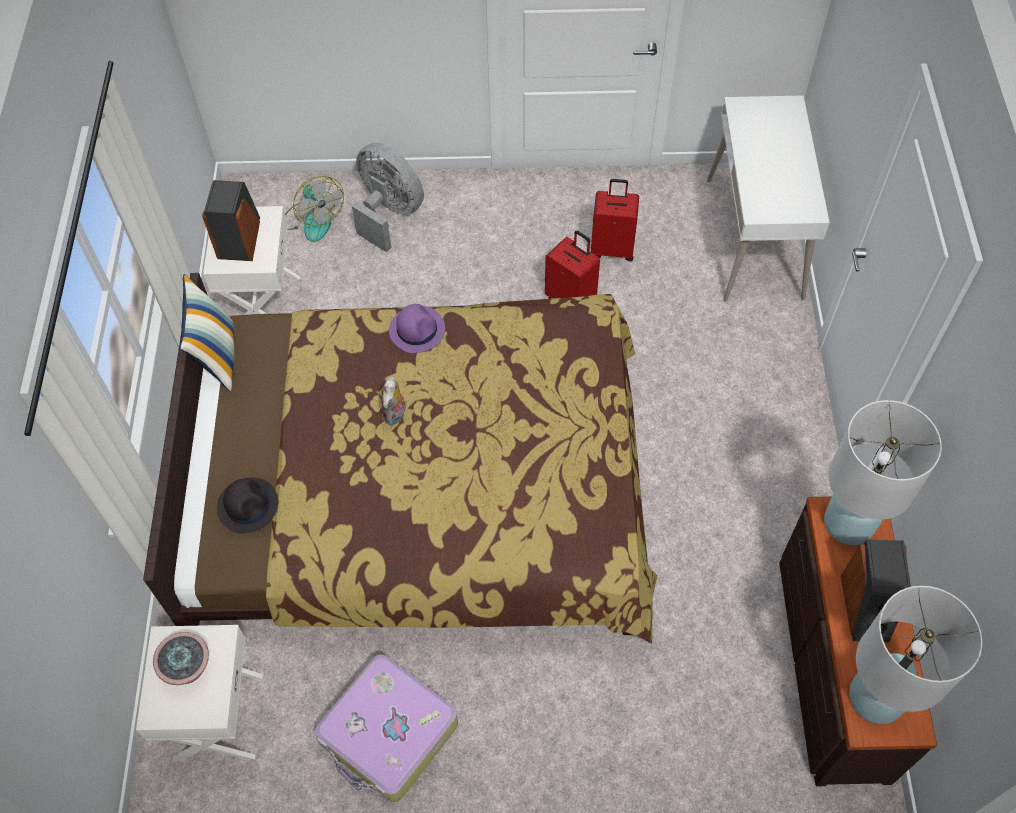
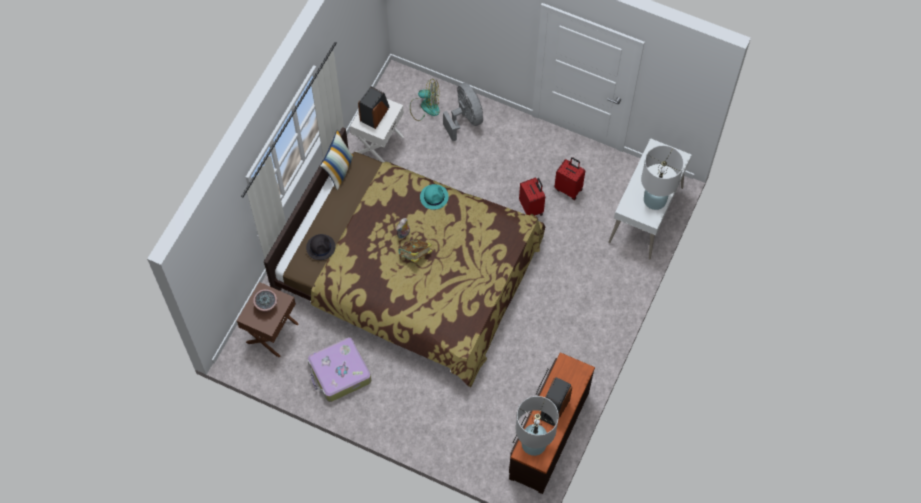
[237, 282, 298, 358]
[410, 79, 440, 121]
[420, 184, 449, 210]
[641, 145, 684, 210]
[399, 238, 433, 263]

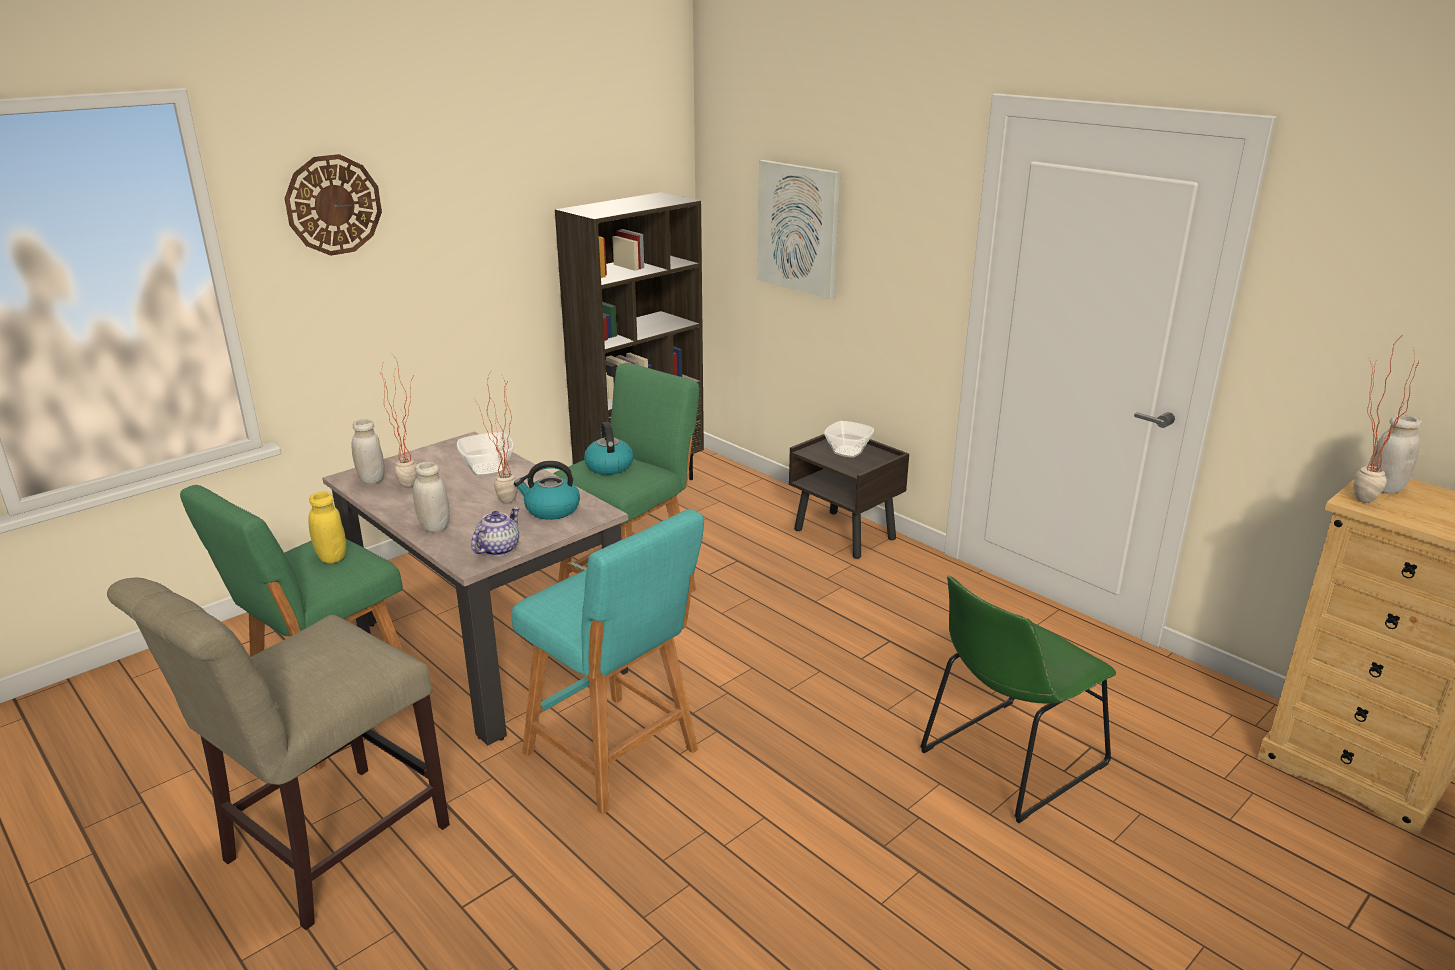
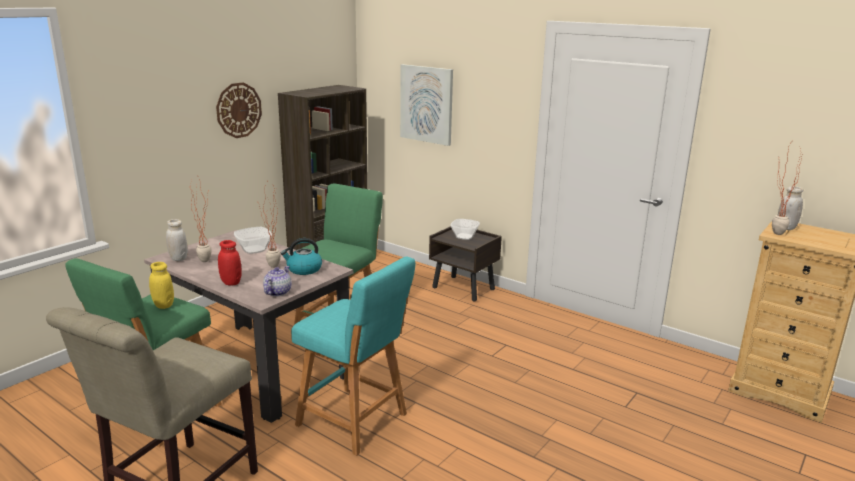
[216, 82, 262, 138]
[218, 240, 242, 286]
[584, 422, 633, 475] (first image)
[920, 576, 1116, 823] (first image)

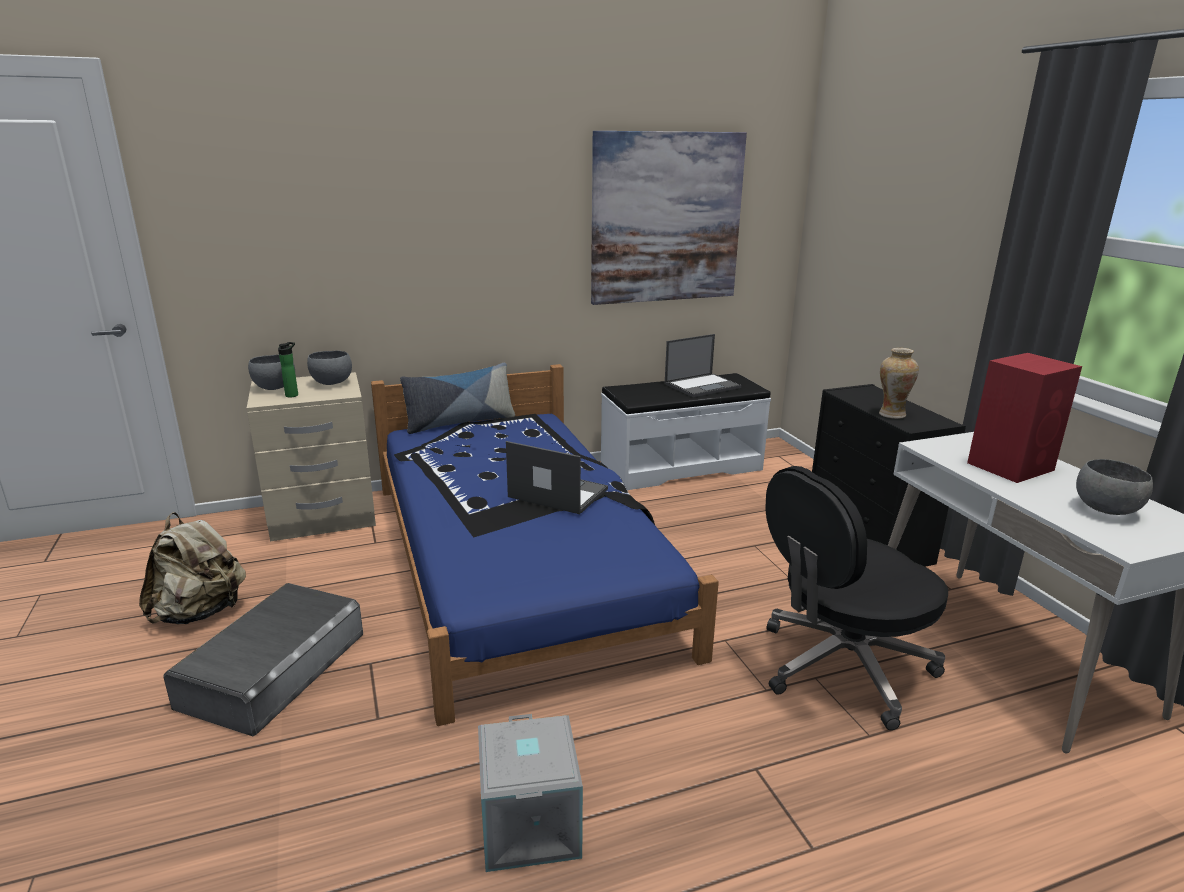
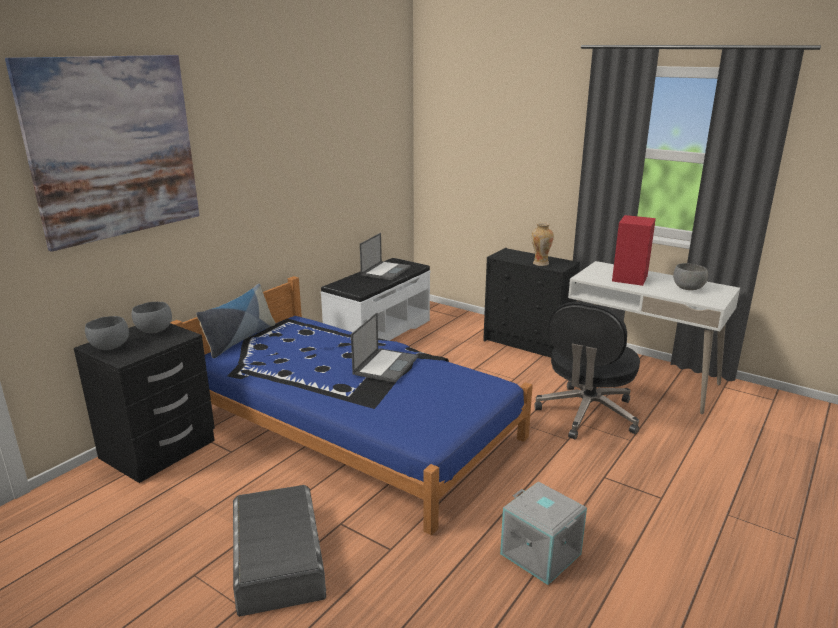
[139, 512, 246, 624] (first image)
[74, 323, 215, 483]
[278, 342, 298, 397] (first image)
[351, 312, 418, 383]
[5, 55, 199, 252]

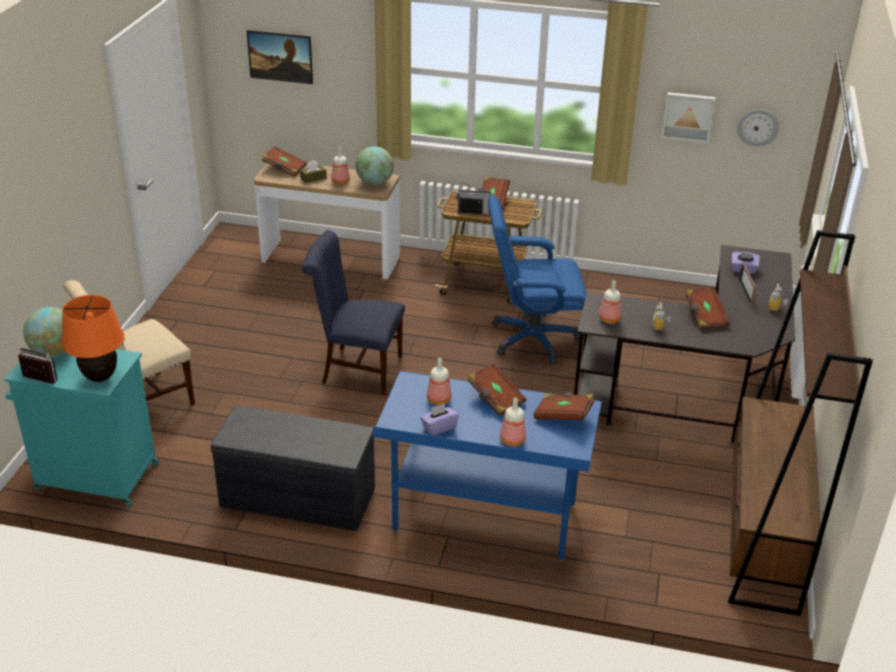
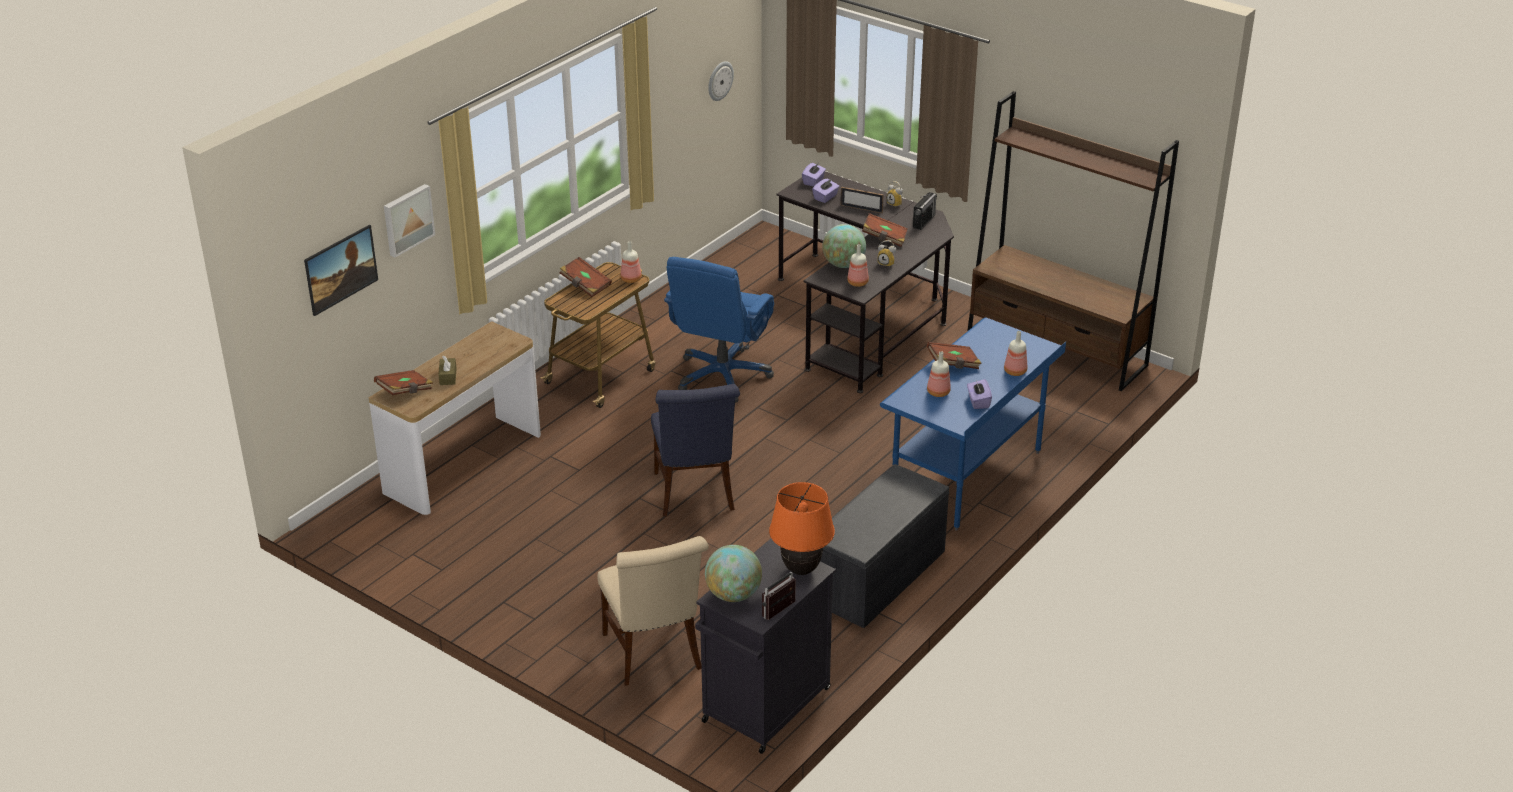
[695, 539, 836, 754]
[651, 384, 740, 516]
[621, 241, 642, 283]
[822, 224, 866, 268]
[913, 192, 937, 230]
[533, 392, 595, 420] (first image)
[384, 184, 435, 257]
[802, 163, 826, 187]

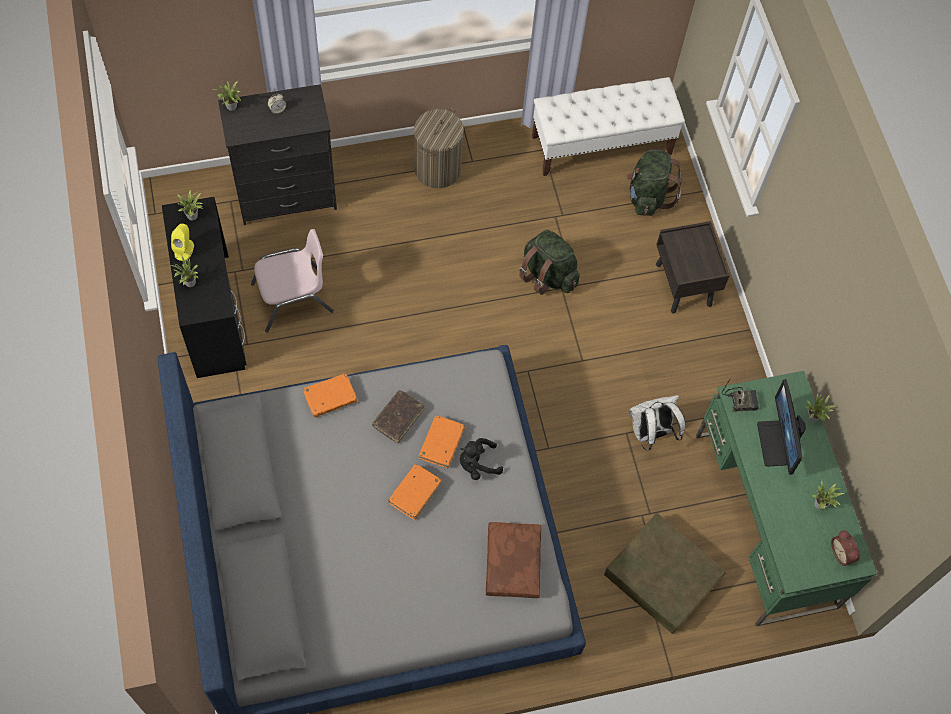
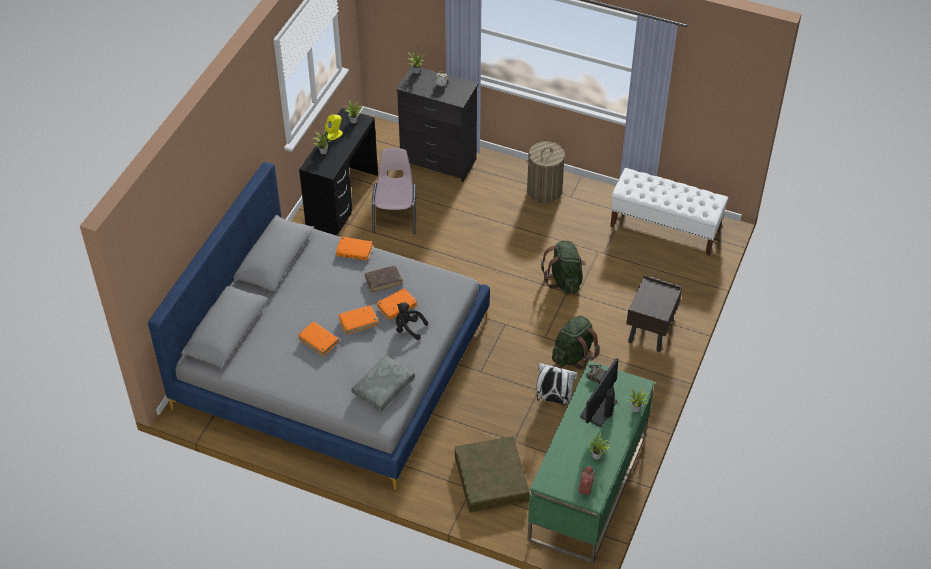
[372, 148, 416, 234]
[351, 355, 415, 411]
[552, 315, 600, 370]
[298, 322, 339, 356]

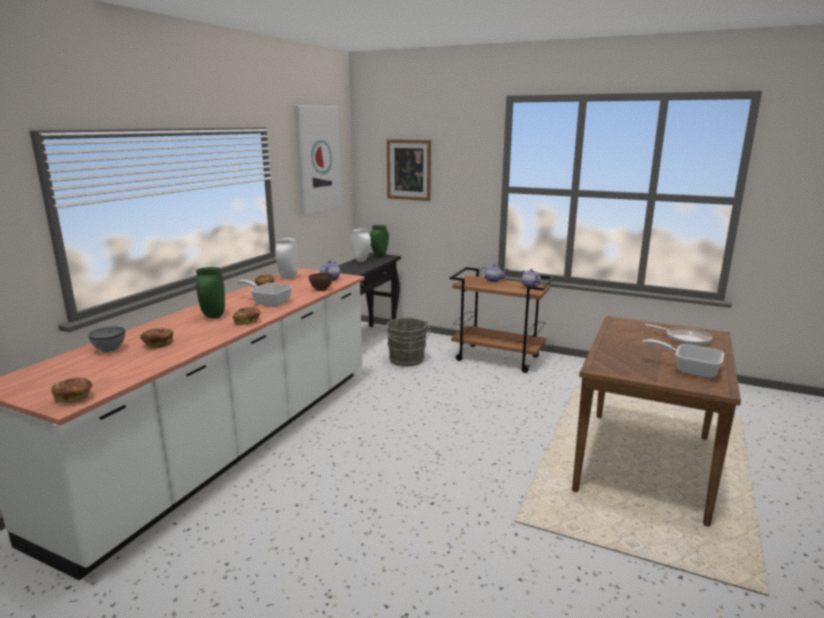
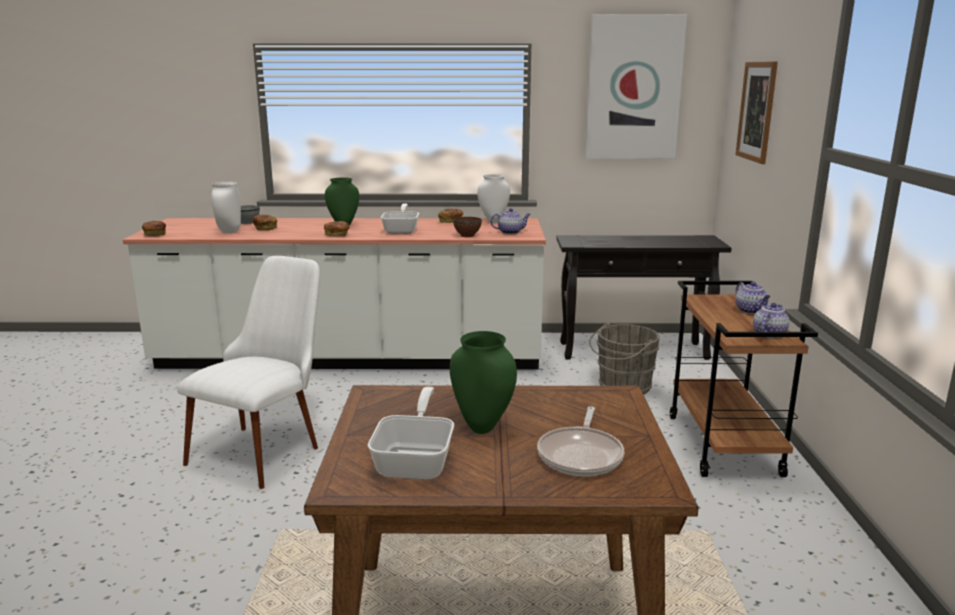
[211, 182, 241, 234]
[450, 331, 517, 434]
[177, 256, 320, 489]

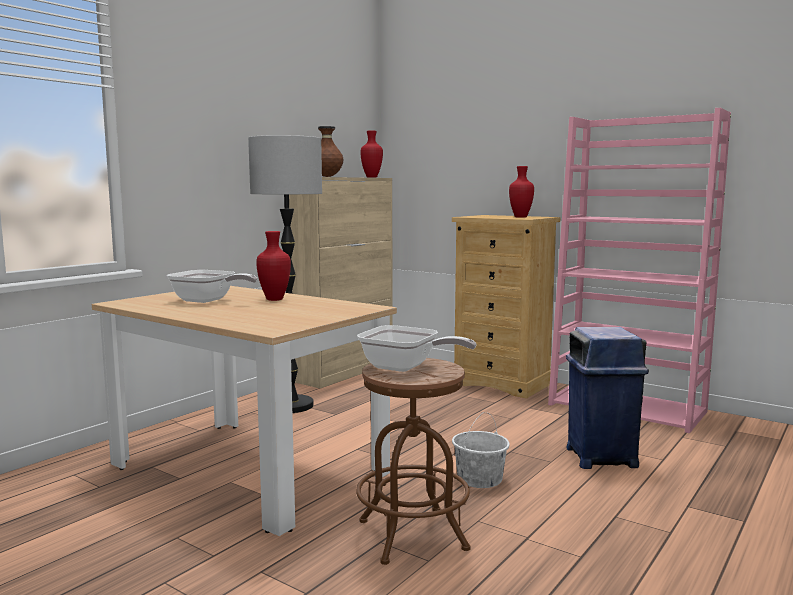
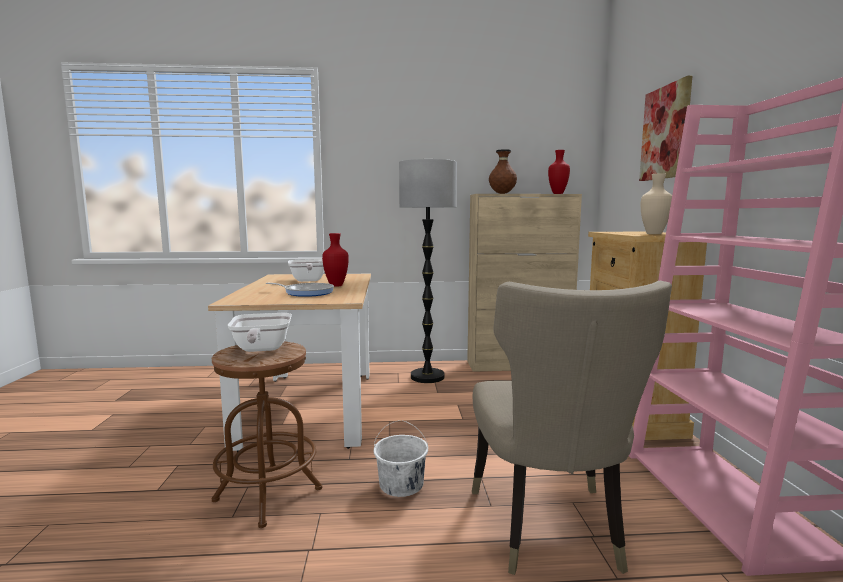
[641, 173, 672, 234]
[472, 281, 672, 575]
[265, 283, 334, 297]
[639, 76, 692, 181]

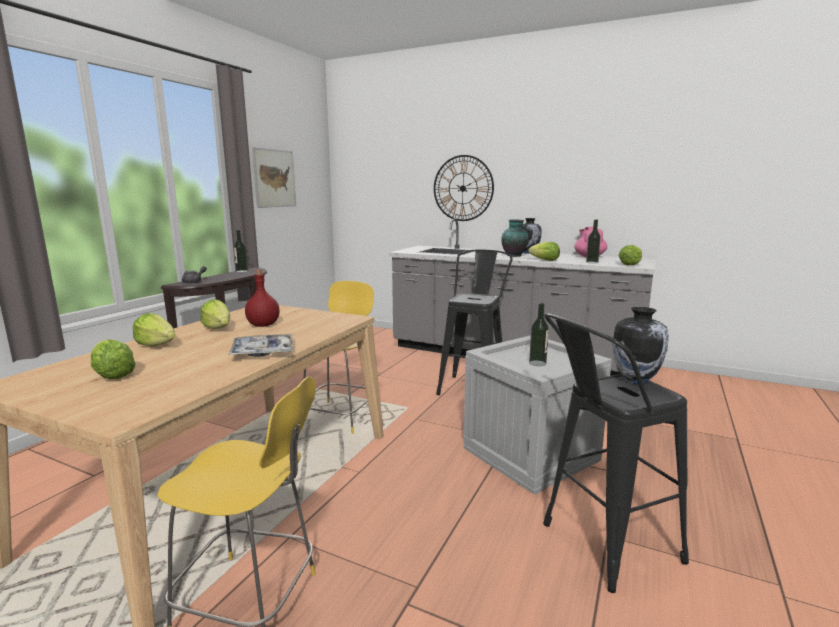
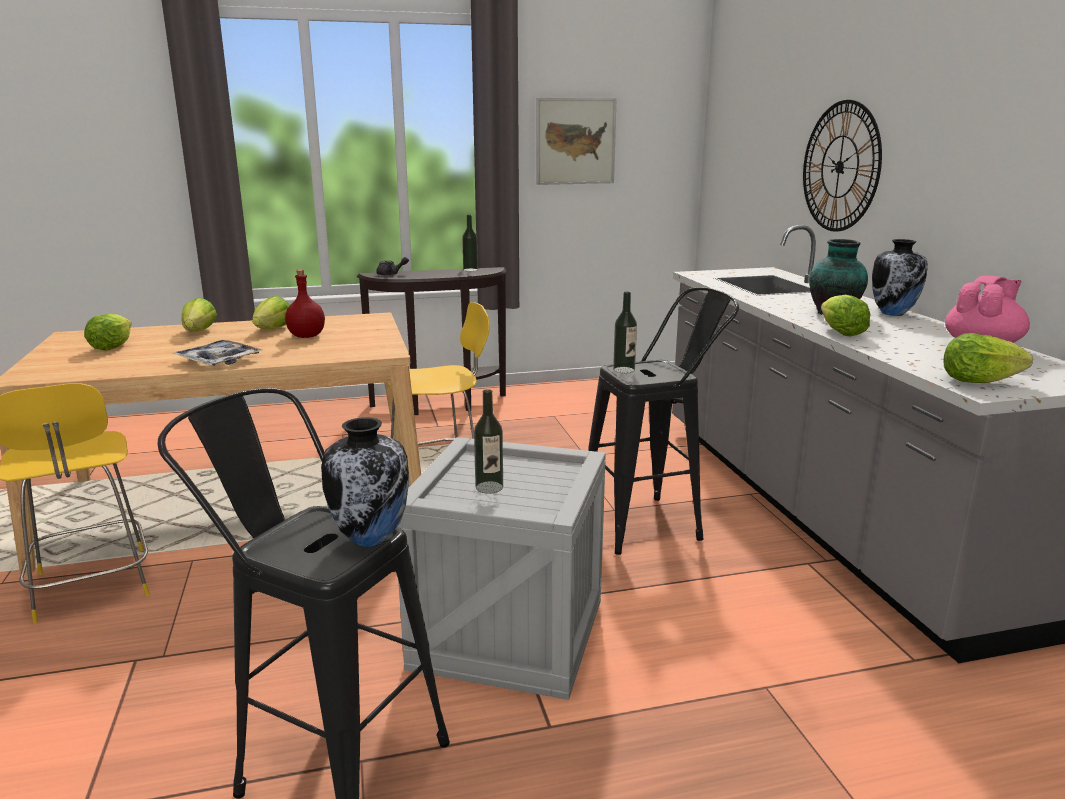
[613, 292, 637, 373]

